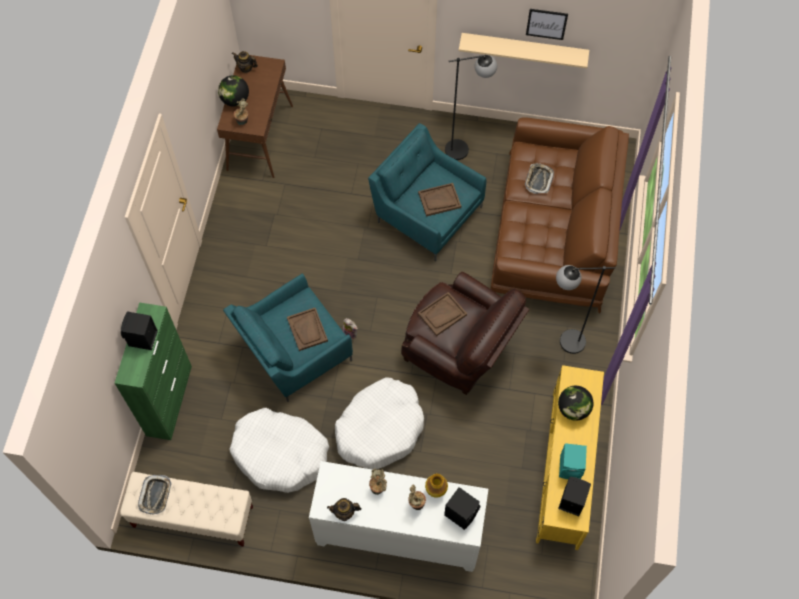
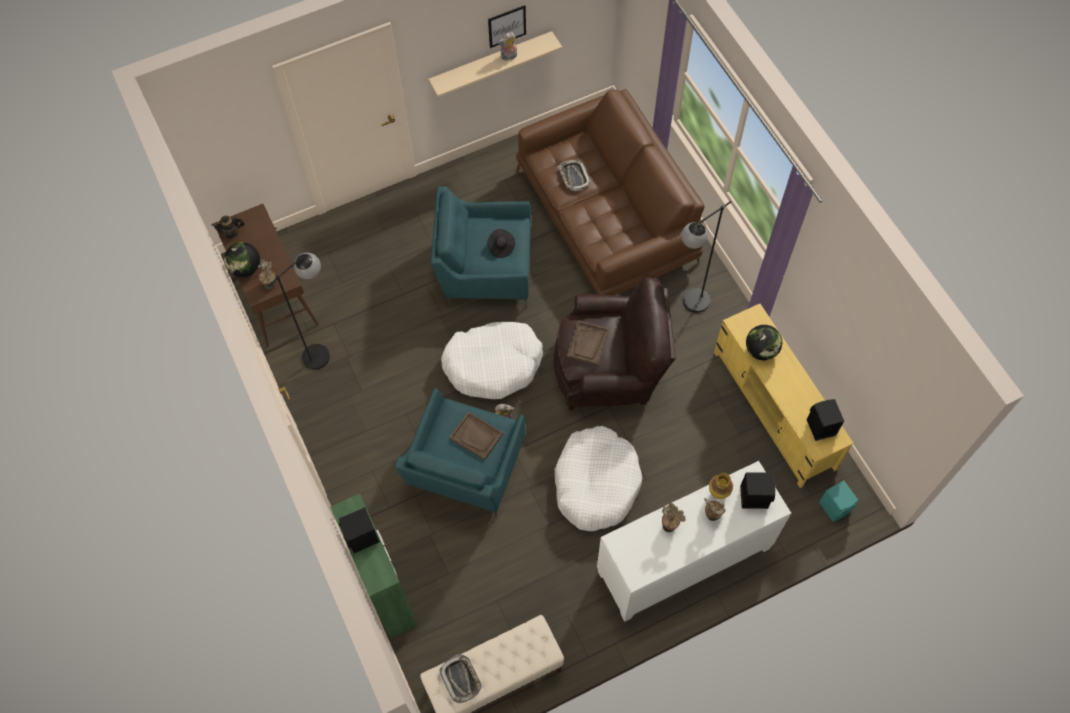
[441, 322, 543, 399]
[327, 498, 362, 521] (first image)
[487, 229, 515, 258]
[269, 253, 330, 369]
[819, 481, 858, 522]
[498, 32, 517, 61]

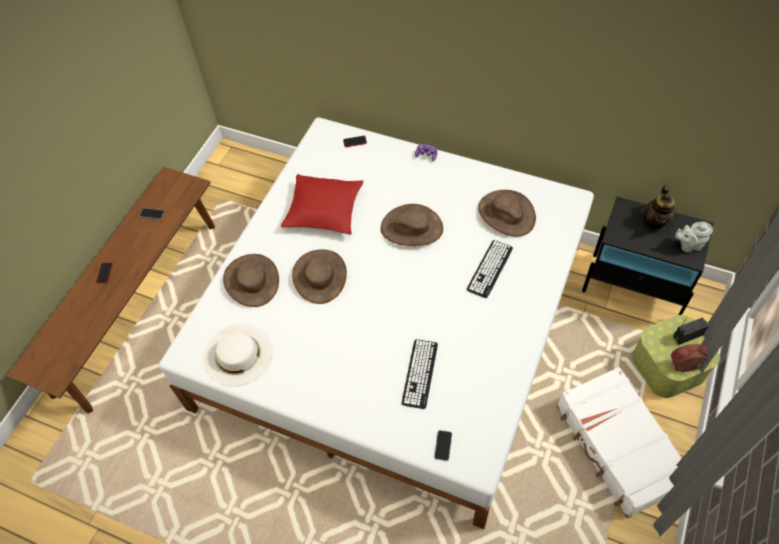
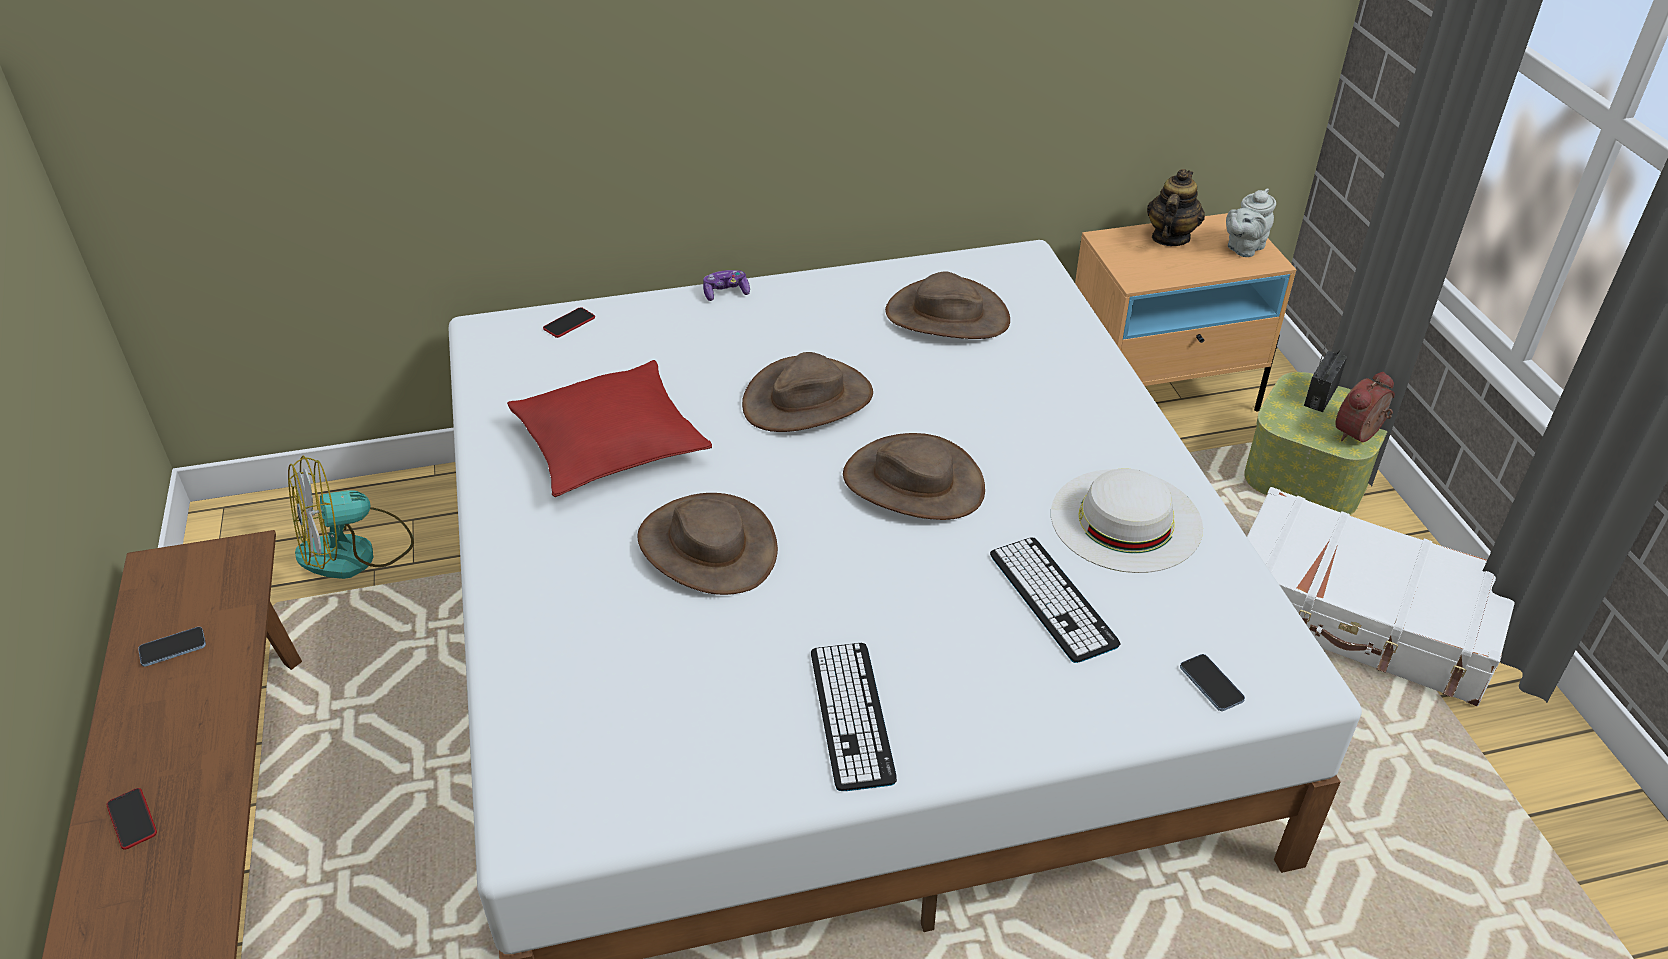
[1051, 469, 1203, 573]
[843, 433, 985, 520]
[811, 643, 897, 791]
[1075, 213, 1296, 412]
[1147, 169, 1205, 246]
[288, 456, 414, 579]

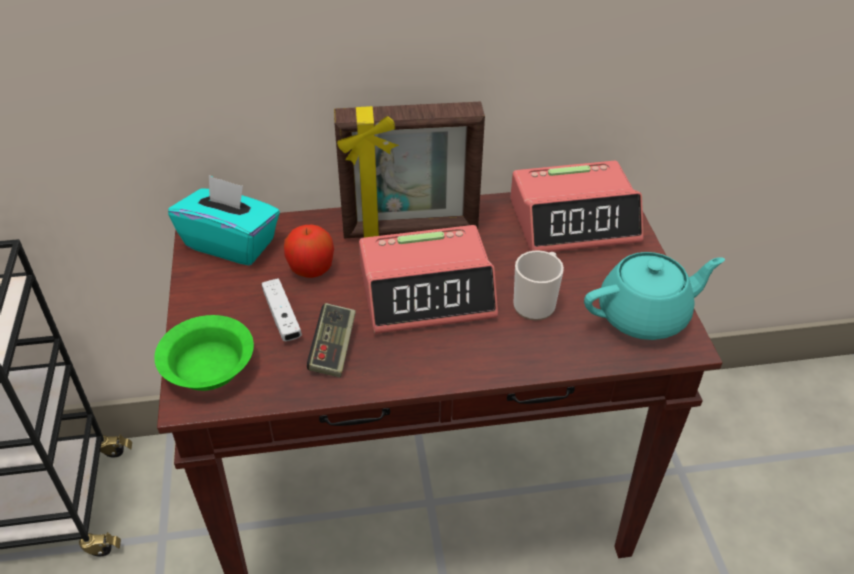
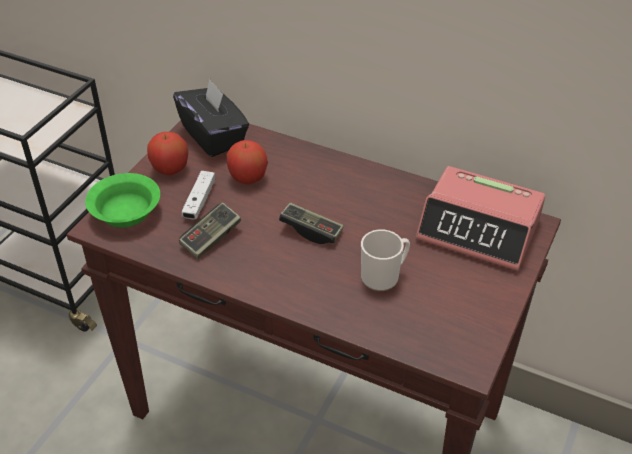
[173, 79, 249, 157]
[334, 102, 485, 238] (first image)
[279, 202, 344, 244]
[584, 252, 725, 340] (first image)
[147, 132, 188, 175]

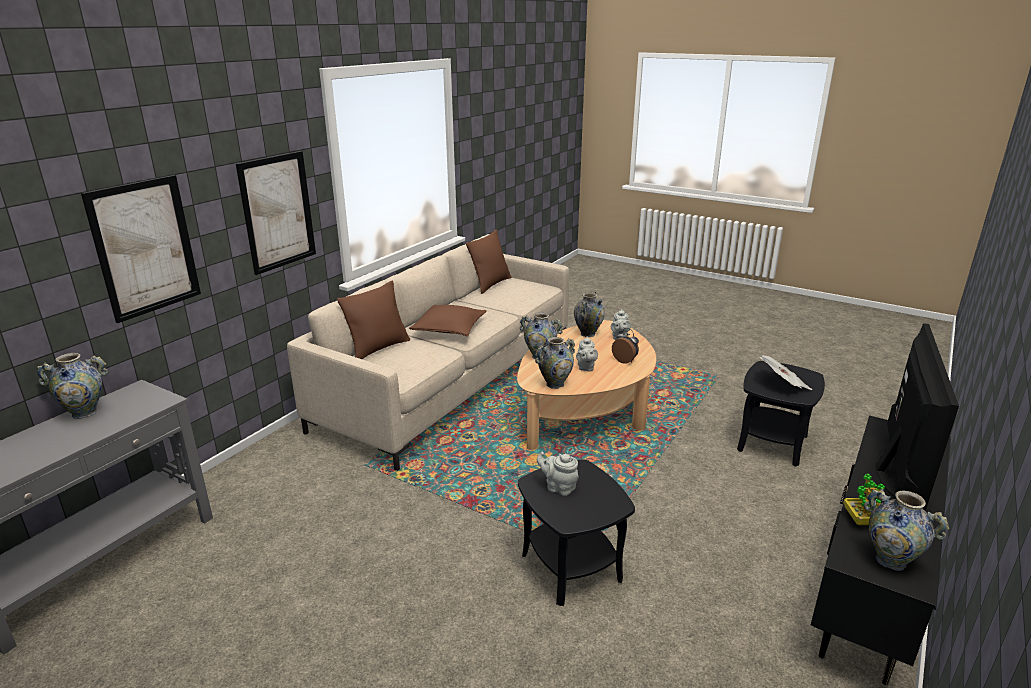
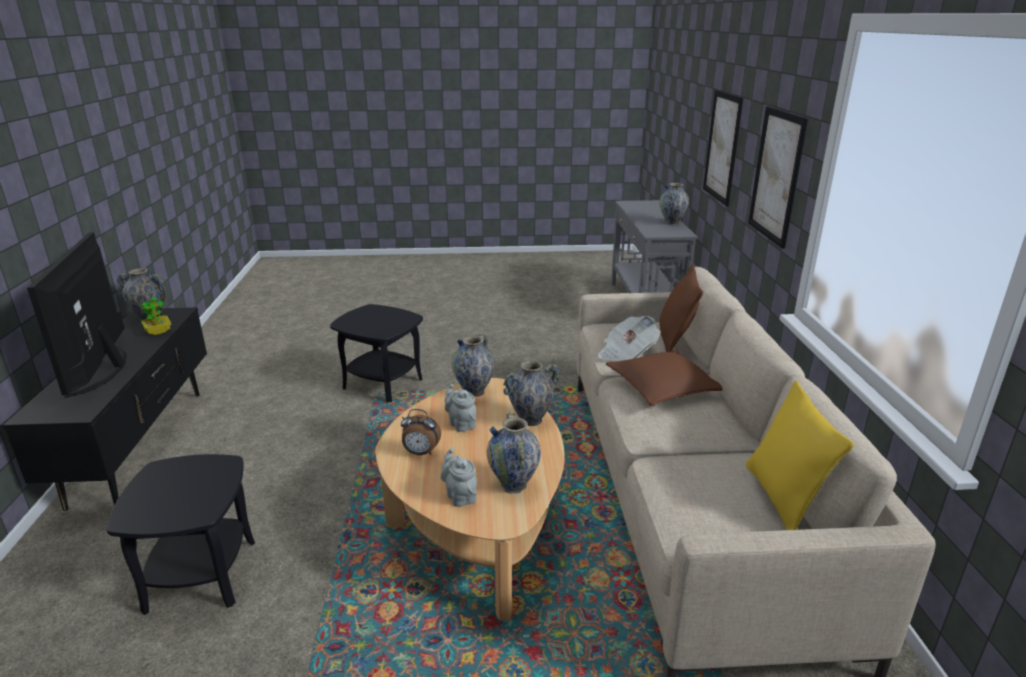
[745, 381, 854, 530]
[537, 451, 579, 496] (first image)
[597, 316, 660, 362]

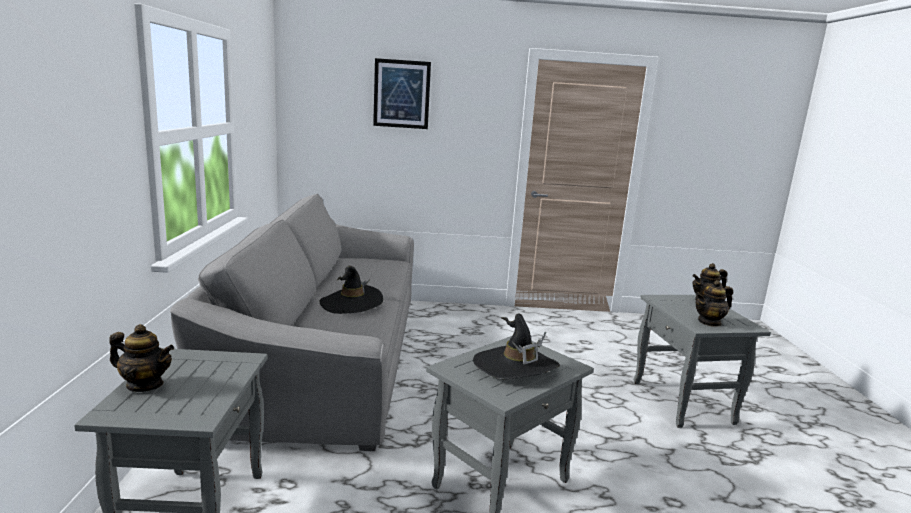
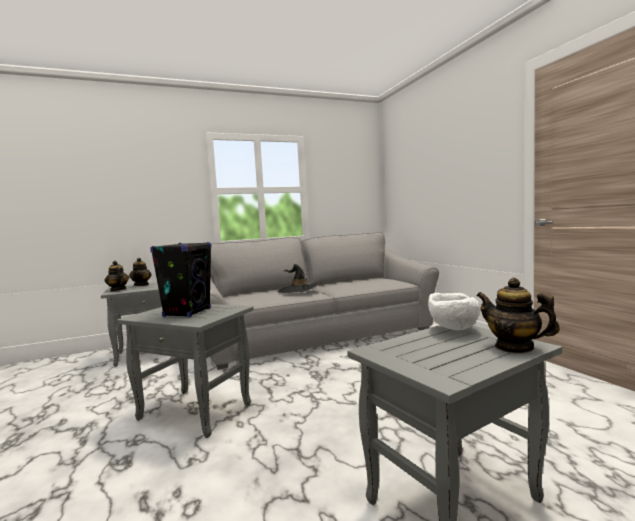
[373, 58, 431, 129] (first image)
[150, 242, 212, 317]
[105, 261, 129, 291]
[428, 293, 480, 330]

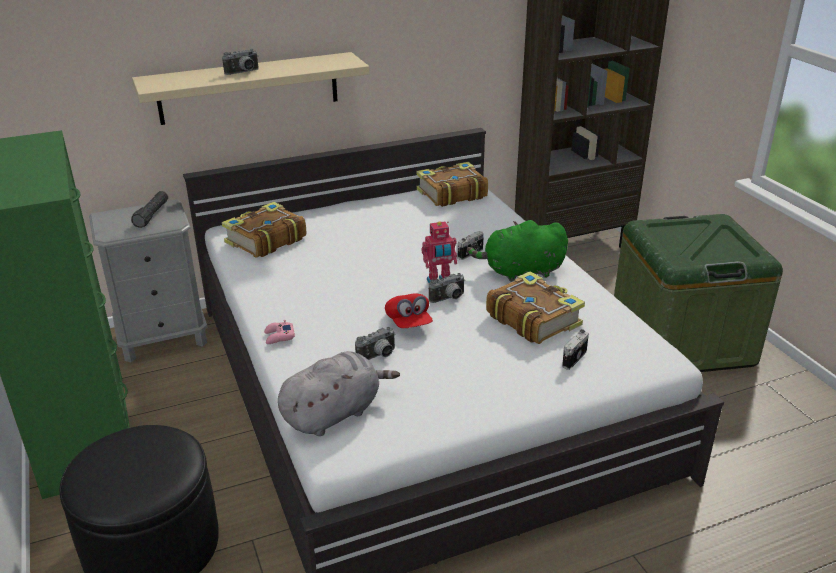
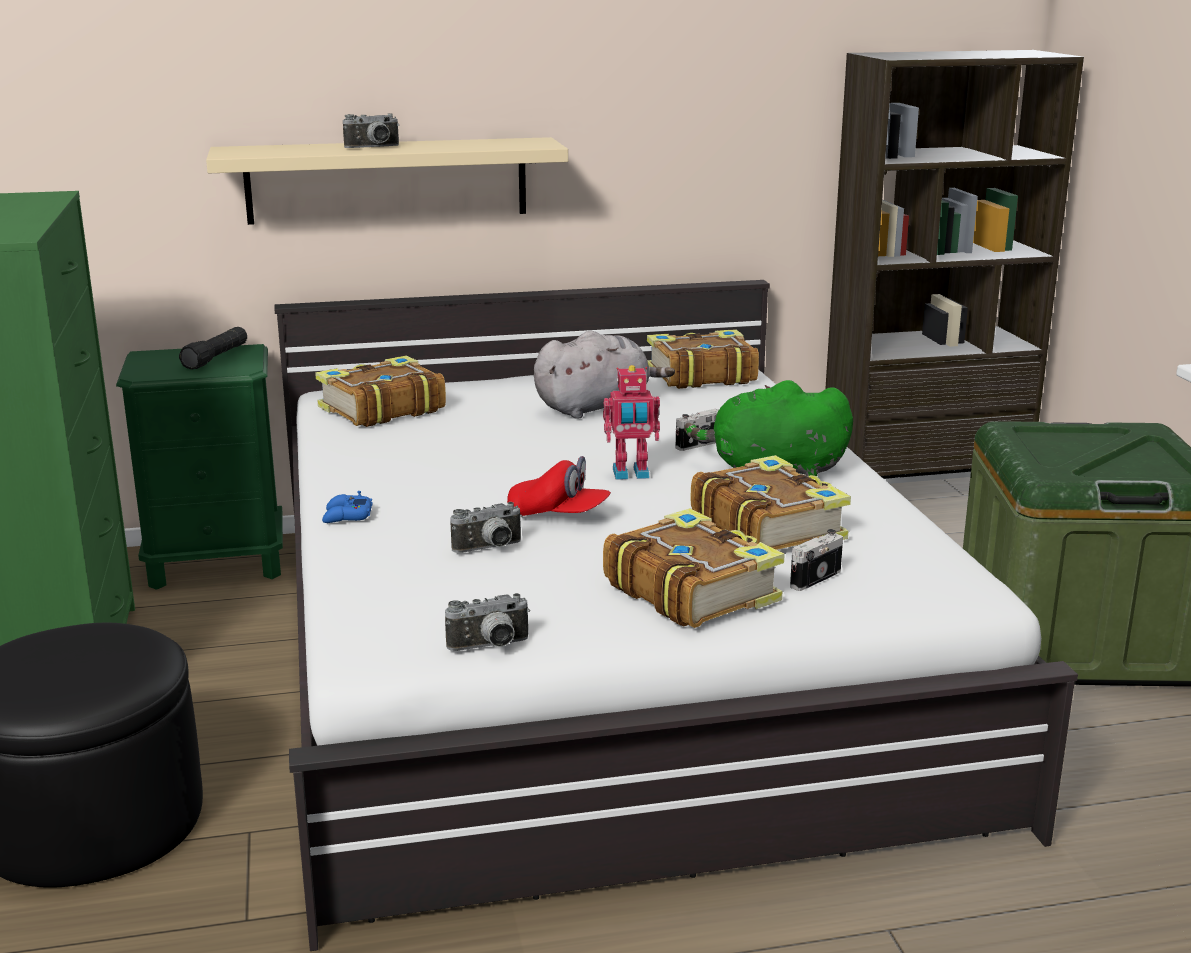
[116, 344, 283, 590]
[322, 491, 373, 523]
[534, 331, 675, 419]
[507, 456, 611, 516]
[445, 593, 530, 651]
[603, 508, 785, 628]

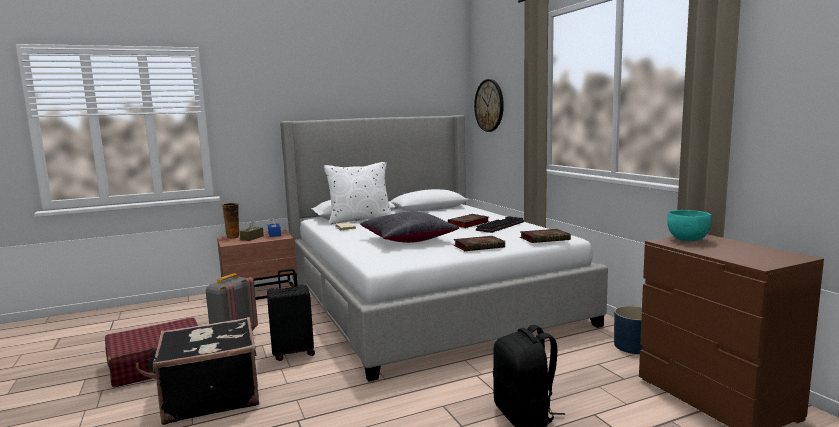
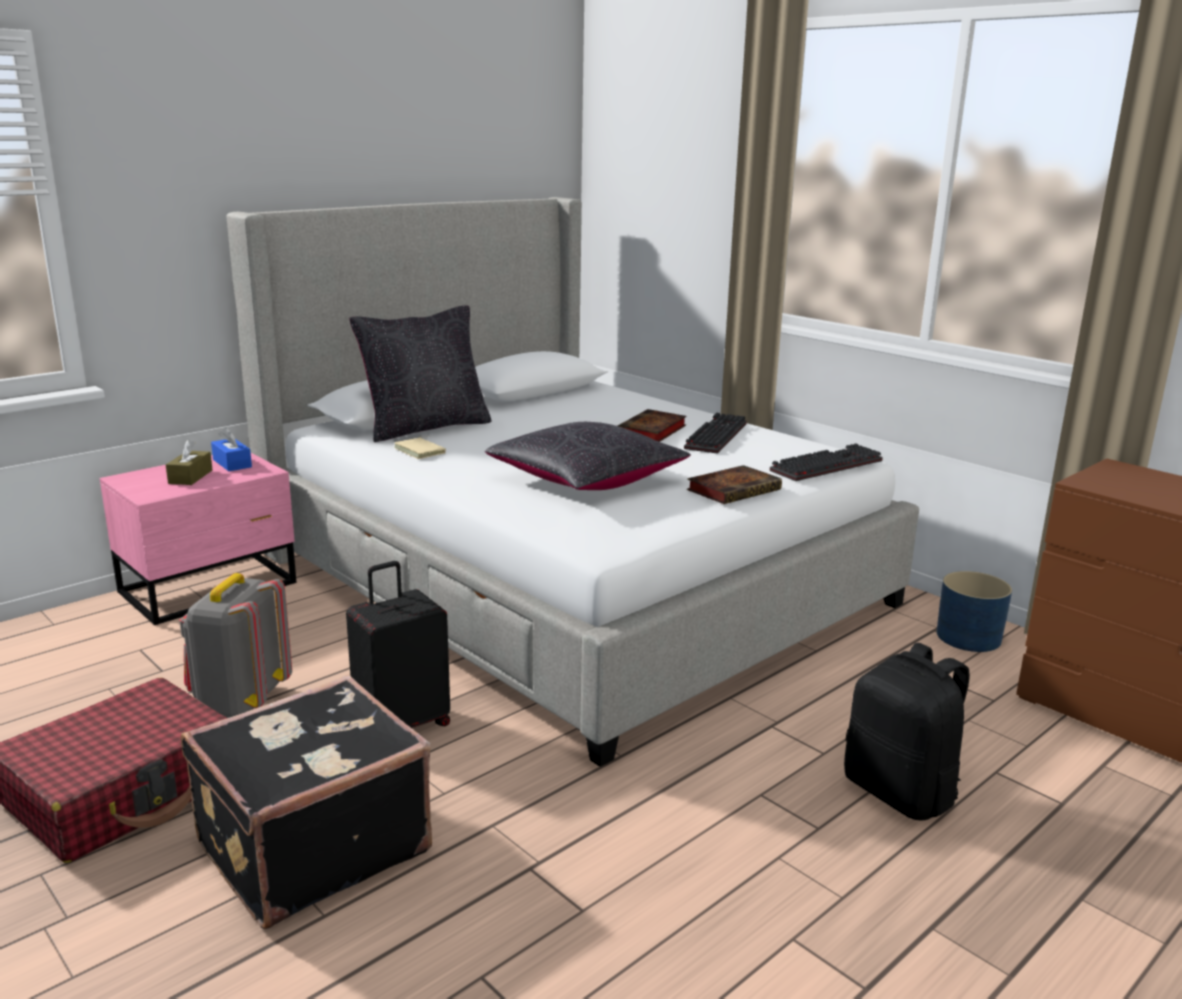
[100, 453, 297, 625]
[222, 203, 240, 239] (first image)
[349, 306, 492, 442]
[474, 79, 504, 132] (first image)
[770, 443, 883, 481]
[667, 210, 712, 241] (first image)

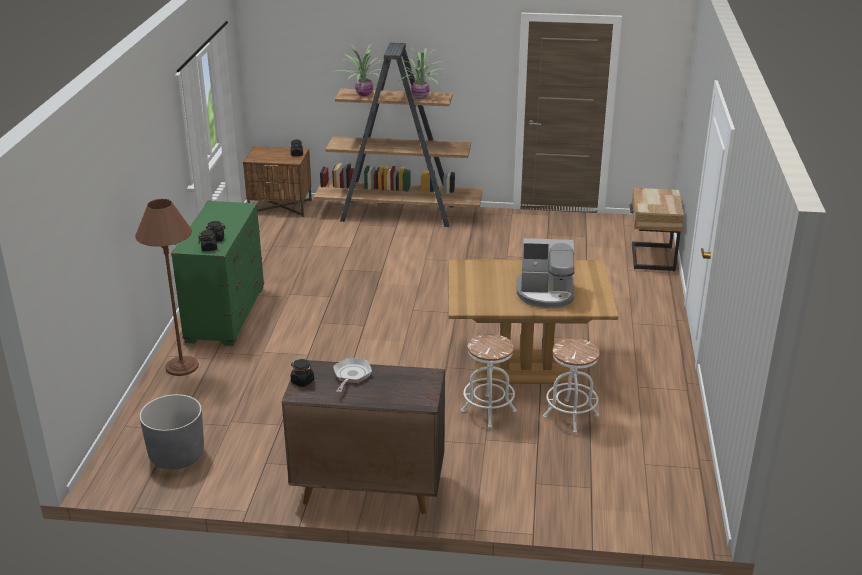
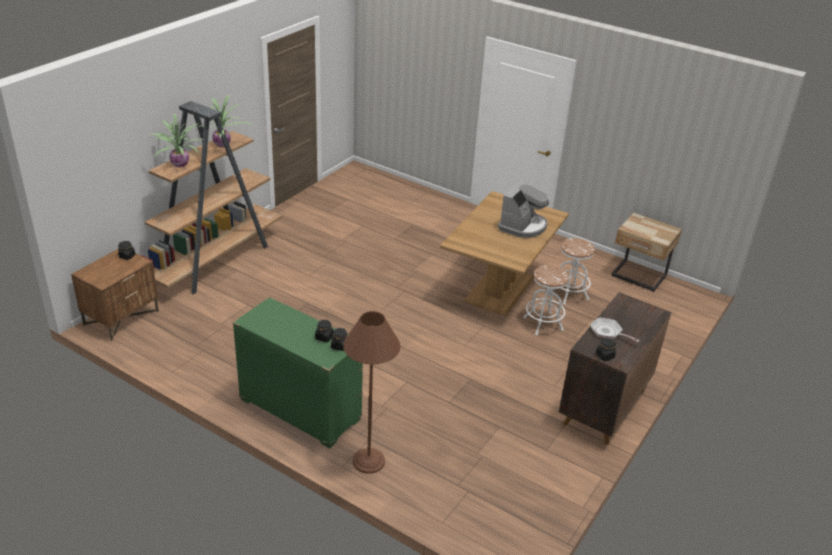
[139, 394, 204, 469] (first image)
[611, 213, 682, 292]

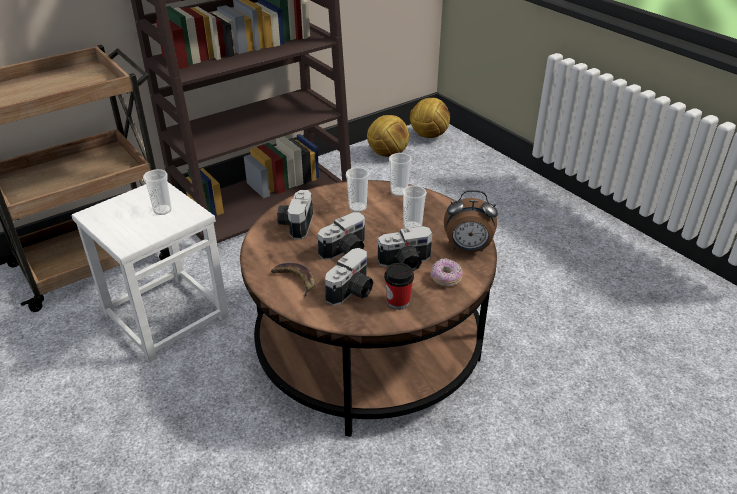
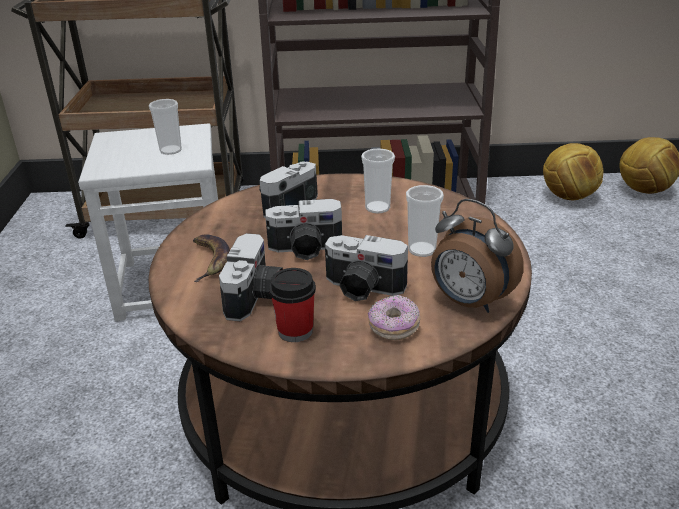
[219, 233, 283, 321]
[389, 153, 412, 196] (first image)

